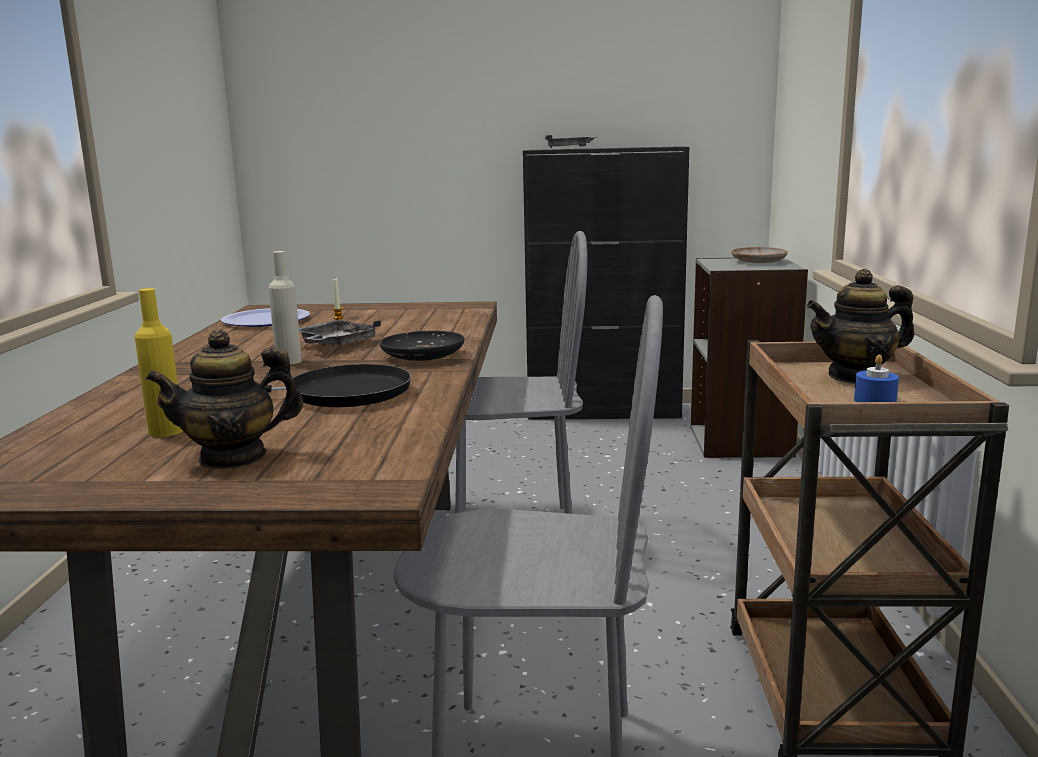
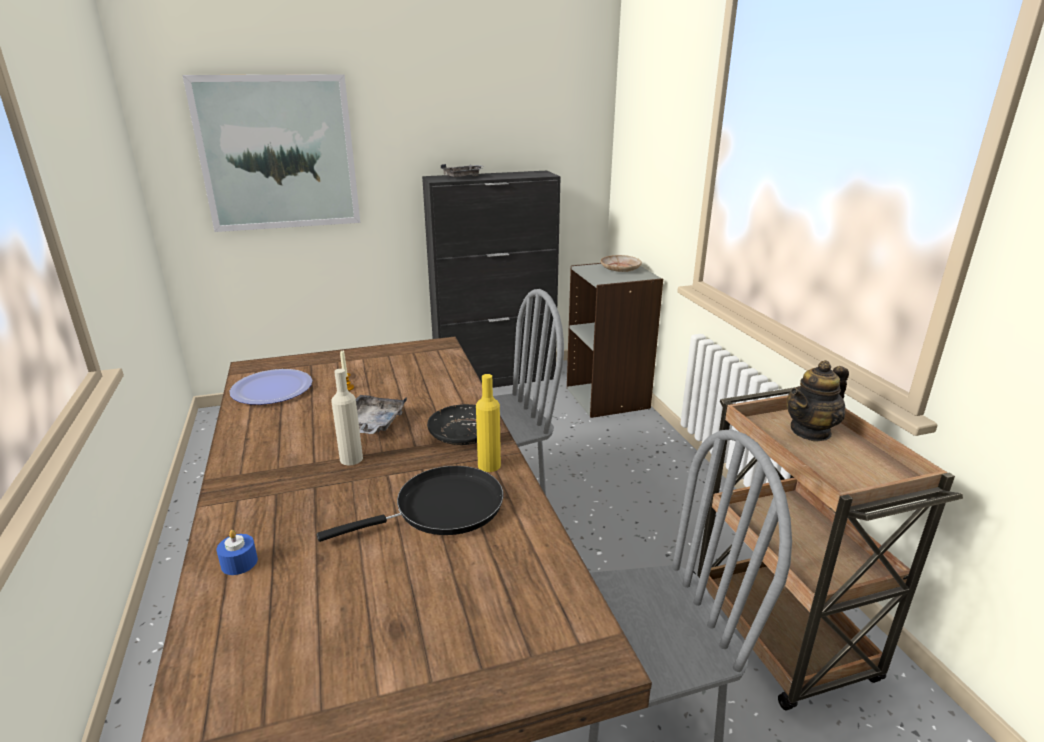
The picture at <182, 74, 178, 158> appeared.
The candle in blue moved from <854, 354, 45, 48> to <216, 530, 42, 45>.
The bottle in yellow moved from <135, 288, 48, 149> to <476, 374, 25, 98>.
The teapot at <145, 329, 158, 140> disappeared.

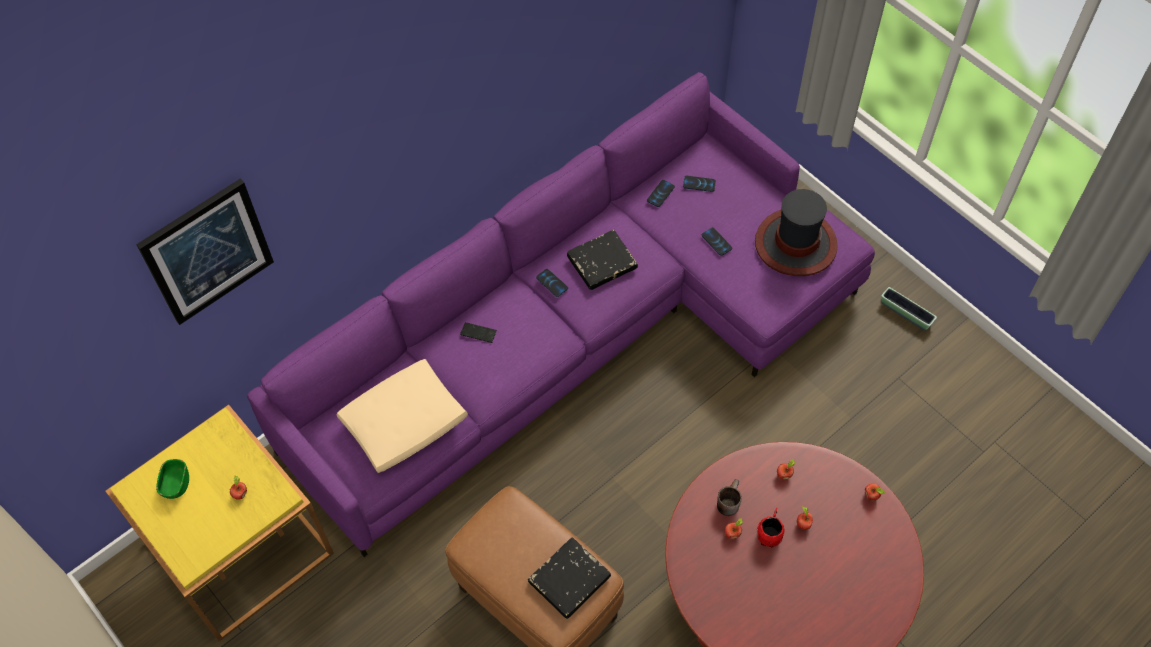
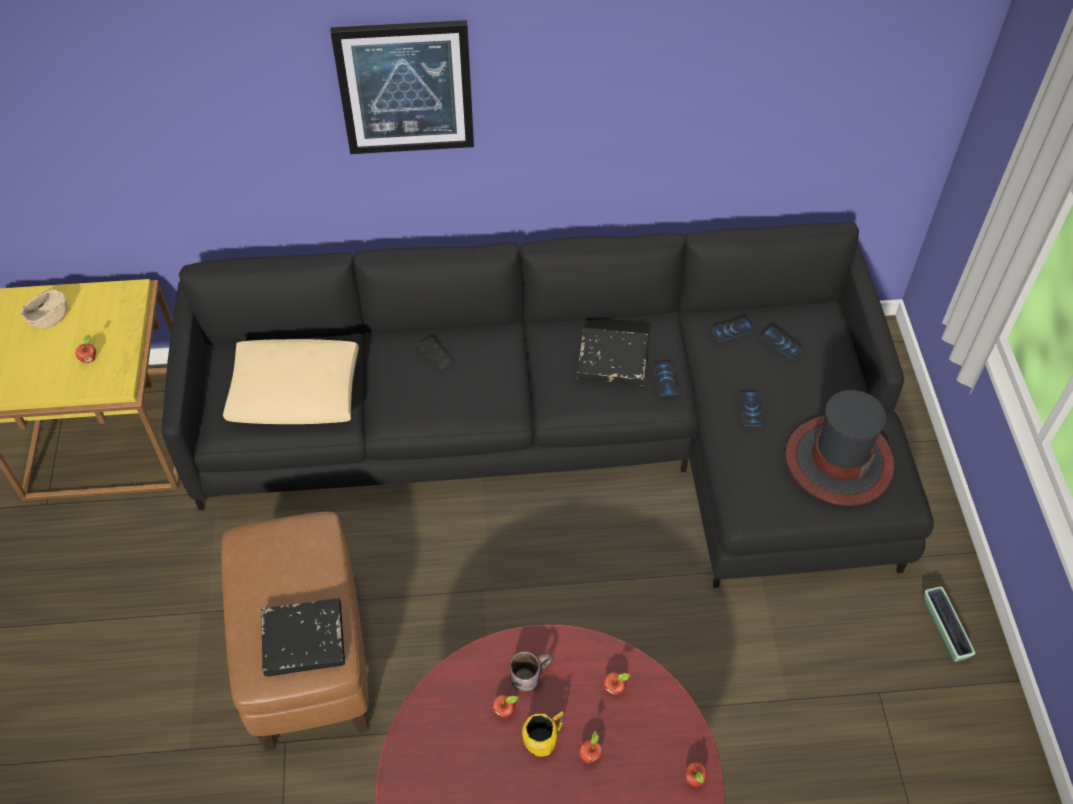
The bowl in green at <156, 459, 33, 40> became the bowl in beige at <21, 289, 46, 40>.
The sofa in purple at <247, 72, 628, 485> became the sofa in black at <162, 222, 772, 366>.
The picture moved from <136, 178, 138, 147> to <331, 20, 143, 134>.
The mug in red at <757, 508, 27, 39> became the mug in yellow at <522, 712, 42, 45>.
The phone moved from <536, 269, 32, 28> to <653, 362, 26, 34>.

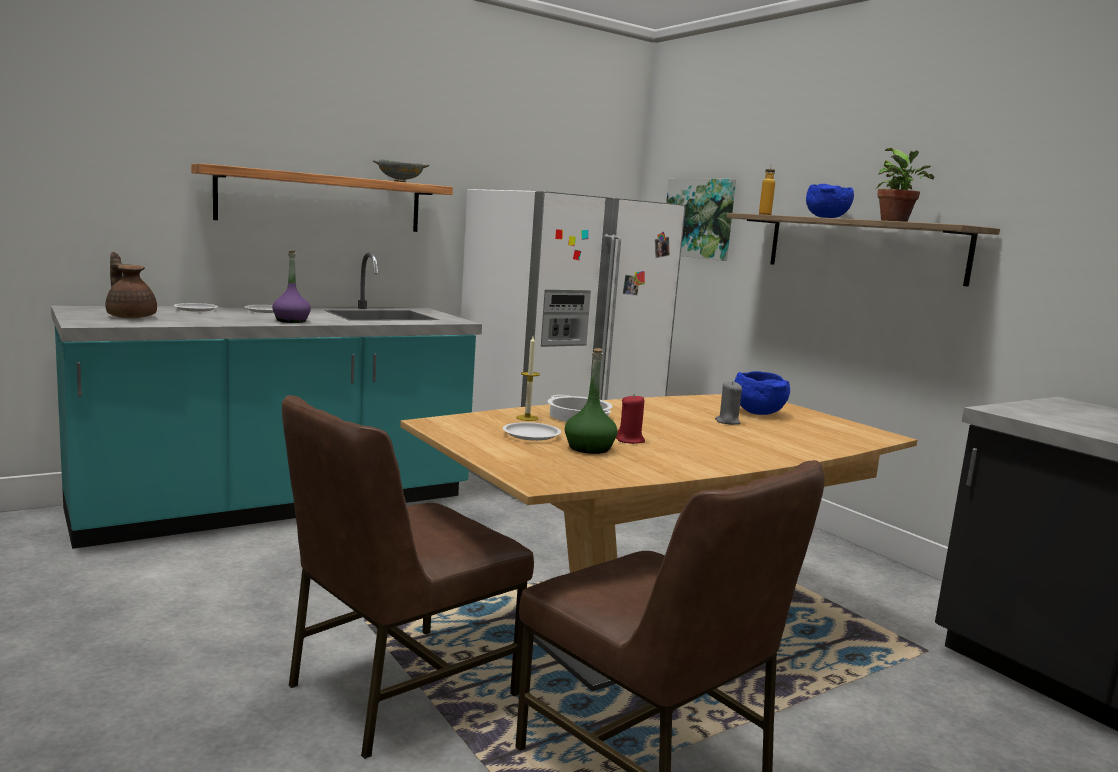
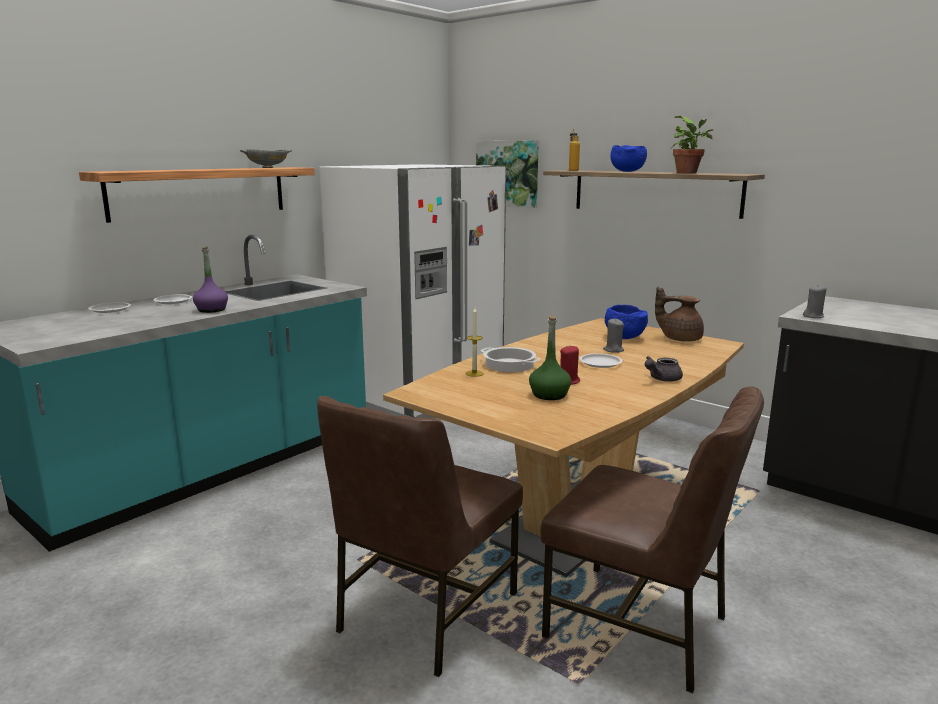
The plate in white moved from <503, 422, 58, 19> to <579, 353, 43, 15>.
The teapot in grey at <645, 356, 38, 26> appeared.
The teapot in brown moved from <105, 252, 52, 66> to <655, 286, 49, 56>.
The candle in grey at <803, 284, 24, 34> appeared.

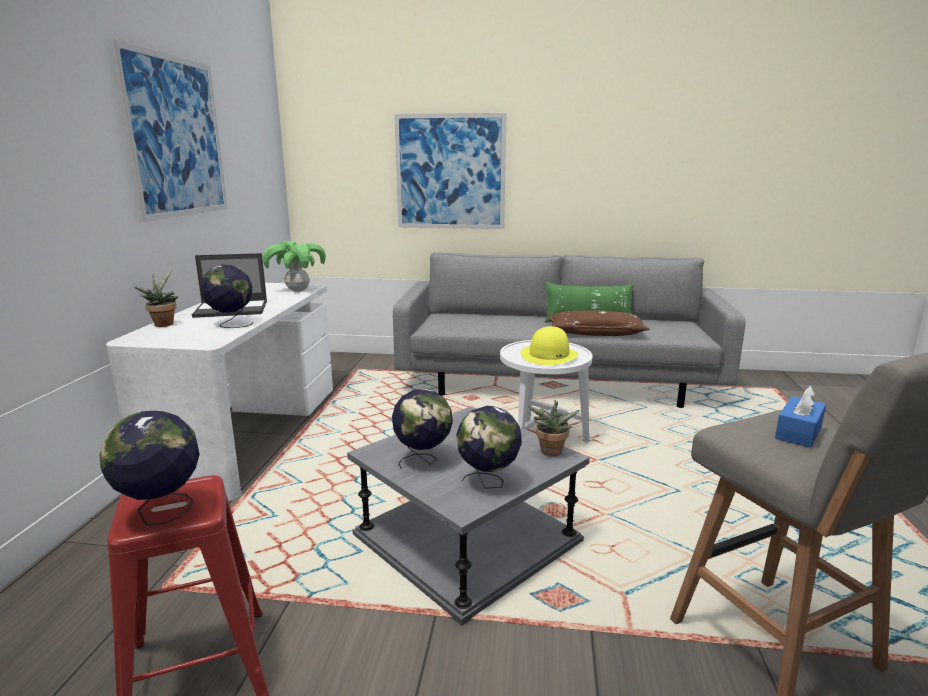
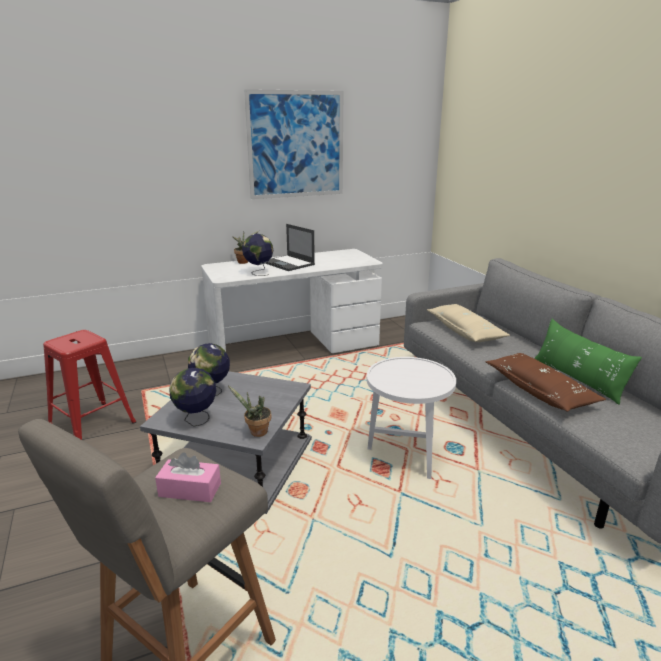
The tissue box in blue at <775, 386, 51, 62> became the tissue box in pink at <155, 452, 66, 50>.
The pillow in beige at <427, 304, 83, 38> appeared.
The globe at <99, 411, 101, 115> disappeared.
The potted plant at <263, 240, 63, 52> disappeared.
The picture at <394, 113, 113, 116> disappeared.
The hat in yellow at <520, 326, 58, 39> disappeared.

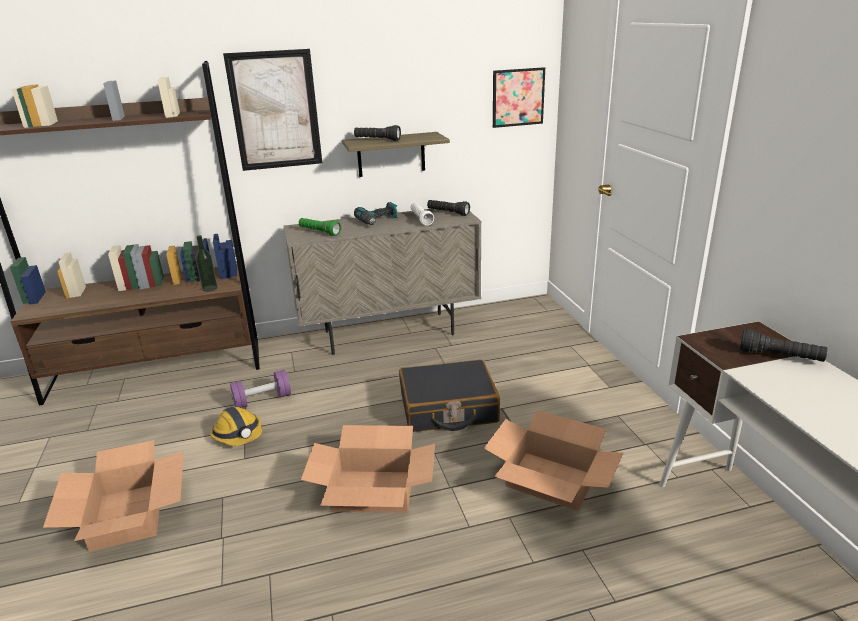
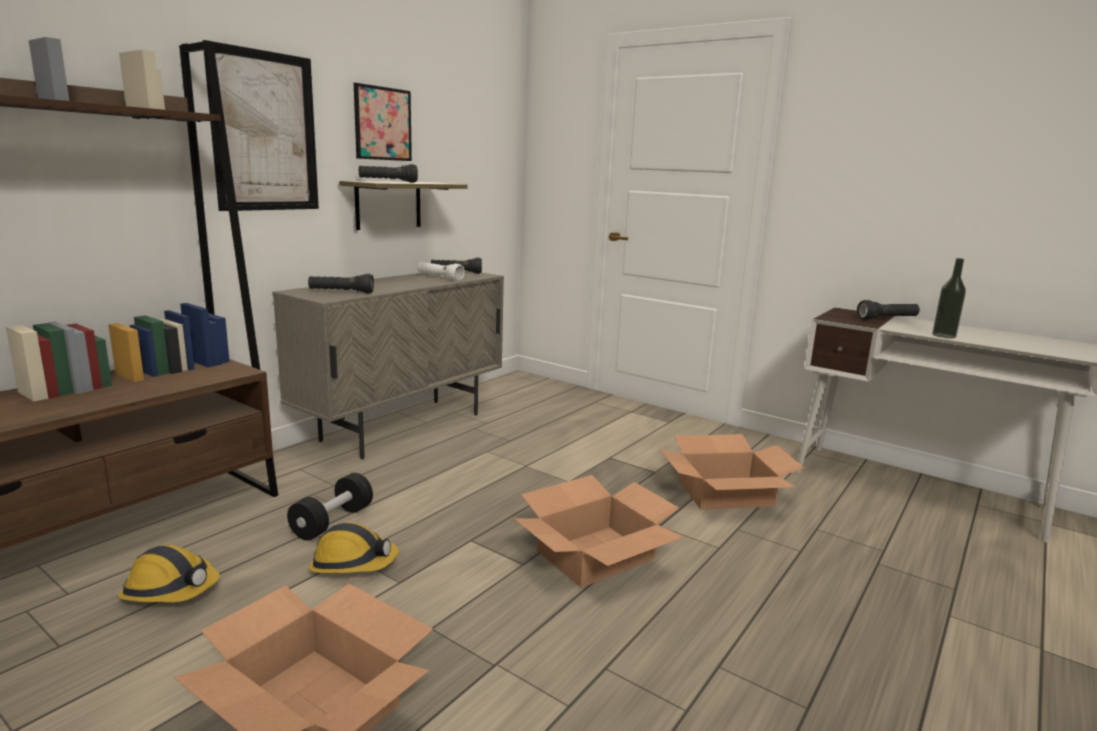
The hard hat at <118, 545, 102, 57> appeared.
The dumbbell in purple at <230, 370, 61, 38> became the dumbbell in black at <287, 473, 86, 68>.
The flashlight in green at <299, 218, 42, 18> became the flashlight in black at <308, 274, 66, 19>.
The picture moved from <493, 67, 52, 61> to <354, 83, 58, 78>.
The bottle moved from <195, 235, 23, 57> to <932, 258, 34, 80>.
The power drill at <354, 202, 44, 23> disappeared.
The suitcase in black at <399, 360, 101, 72> disappeared.

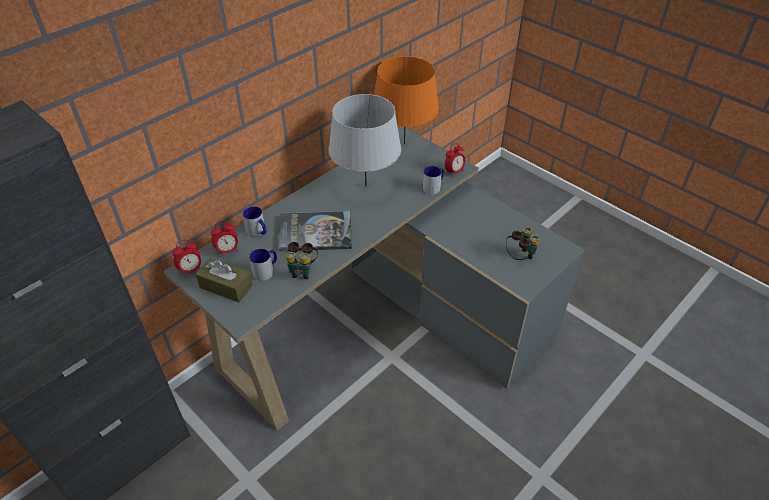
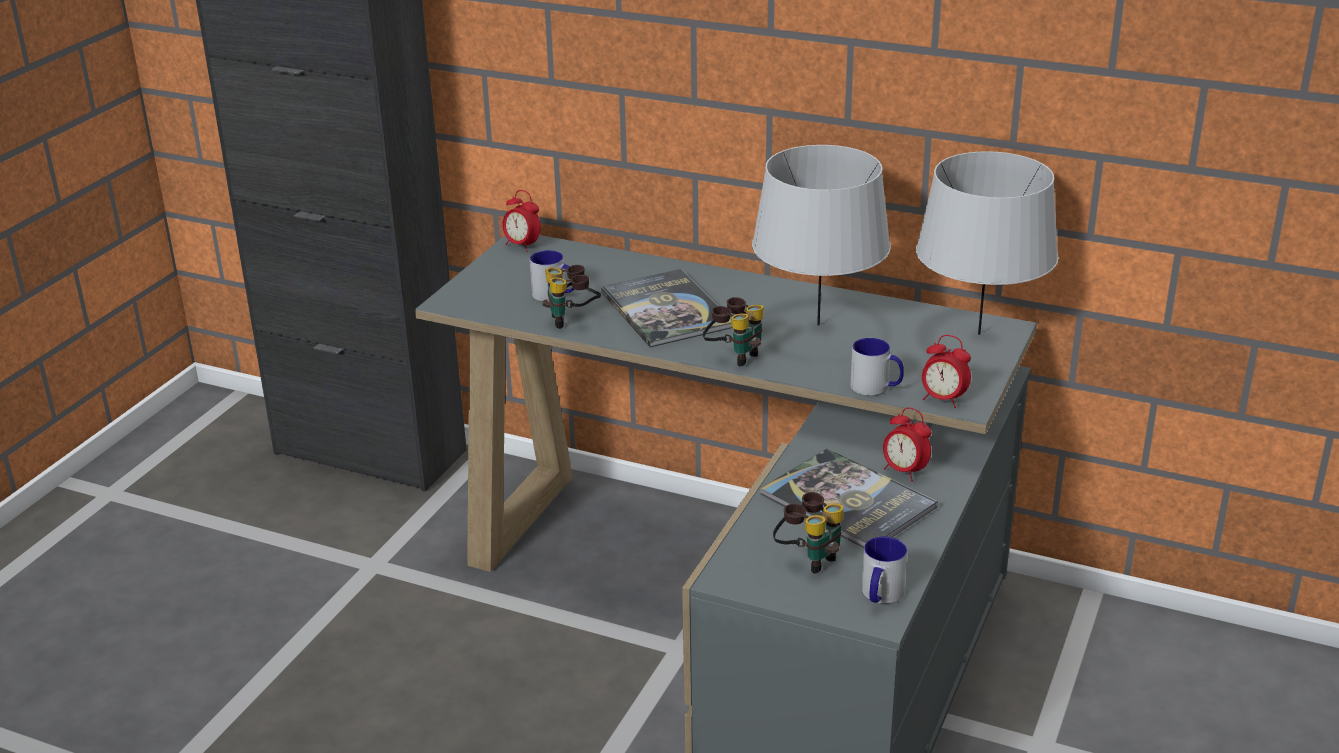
The binoculars at <703, 297, 60, 70> appeared.
The book at <760, 448, 178, 100> appeared.
The mug moved from <242, 206, 25, 31> to <862, 536, 45, 68>.
The alarm clock moved from <211, 221, 27, 36> to <883, 407, 48, 75>.
The table lamp in orange at <374, 56, 65, 88> became the table lamp in grey at <916, 151, 142, 184>.
The tissue box in brown at <196, 258, 57, 44> disappeared.

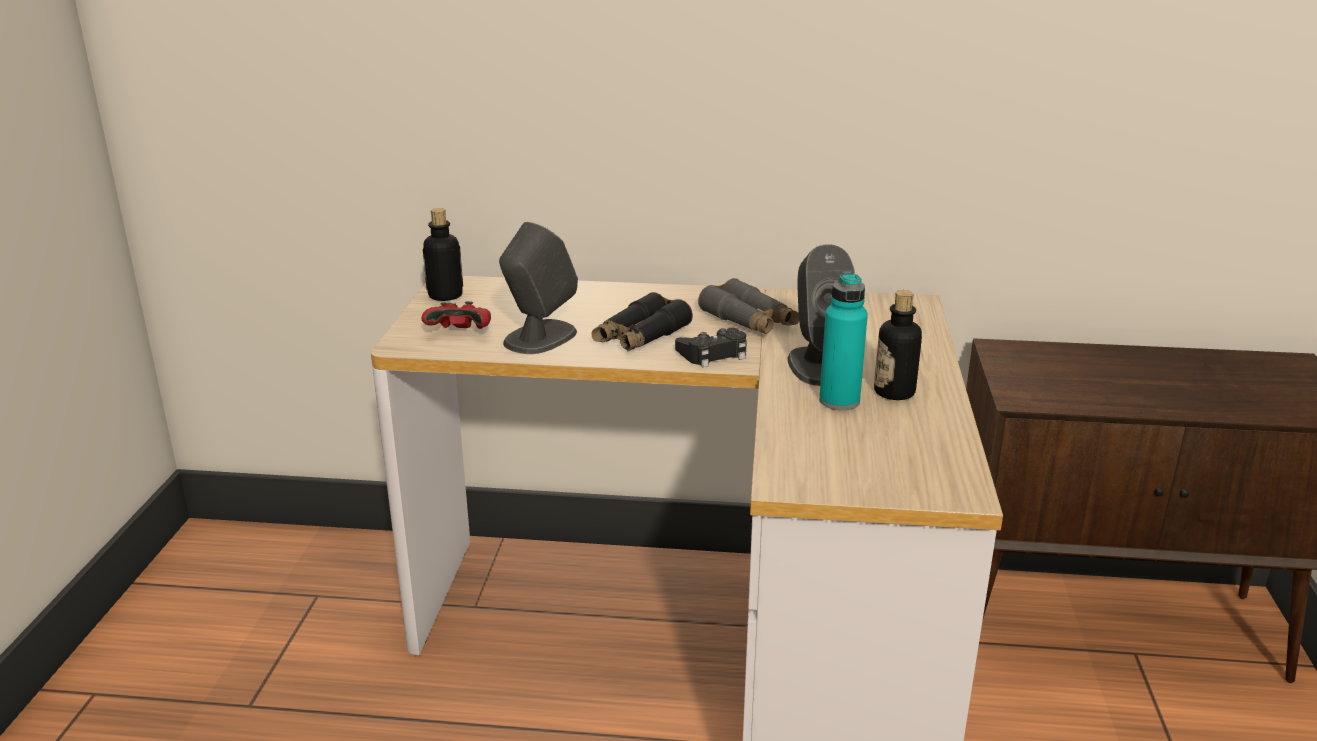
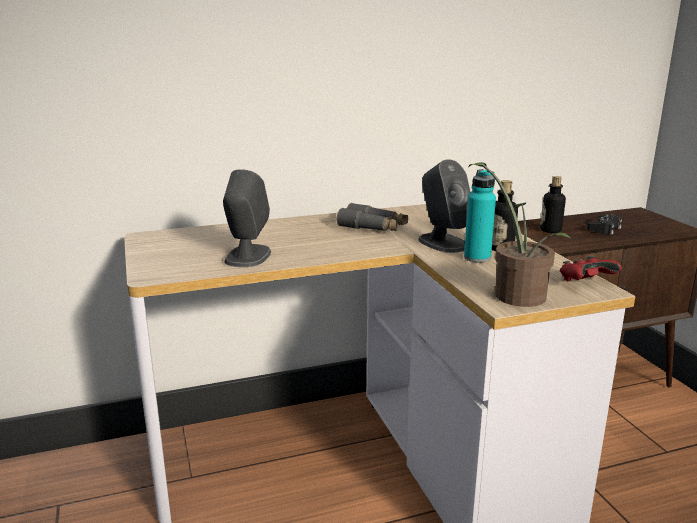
The potted plant at <468, 162, 105, 145> appeared.
The bottle moved from <423, 208, 40, 93> to <540, 176, 26, 57>.
The game controller in red moved from <421, 301, 70, 28> to <560, 256, 62, 26>.
The game controller in black moved from <675, 328, 72, 39> to <587, 214, 35, 21>.
The binoculars in black at <592, 292, 101, 59> disappeared.

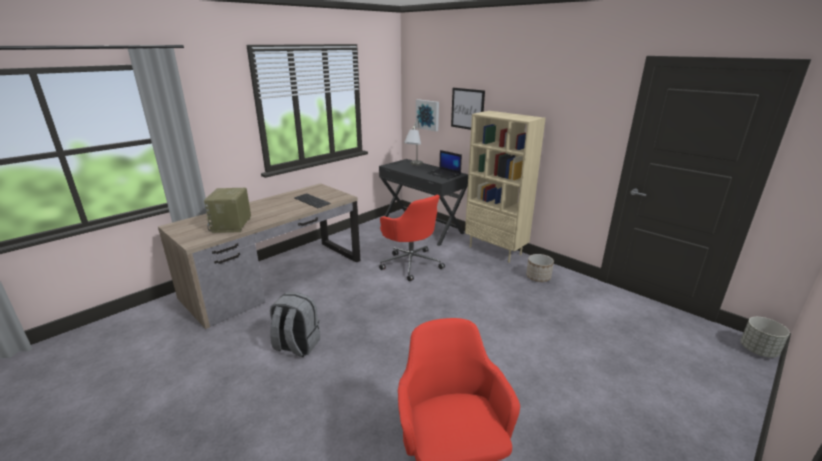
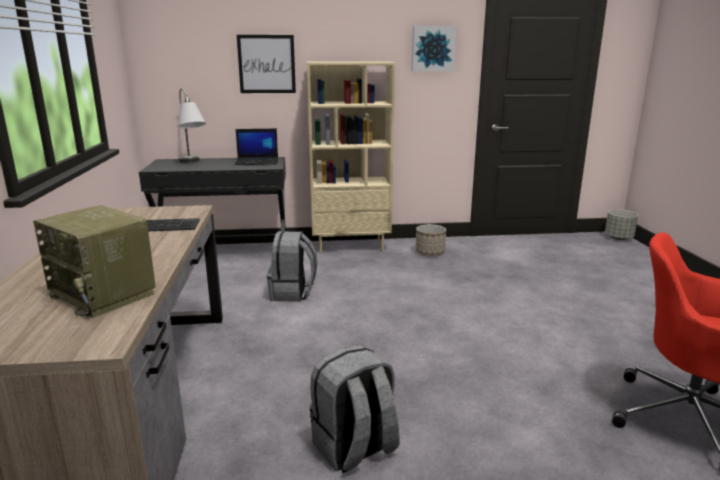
The office chair in red at <379, 195, 66, 86> was replaced by the backpack in grey at <267, 231, 51, 71>.
The picture moved from <416, 99, 23, 32> to <412, 26, 45, 45>.

